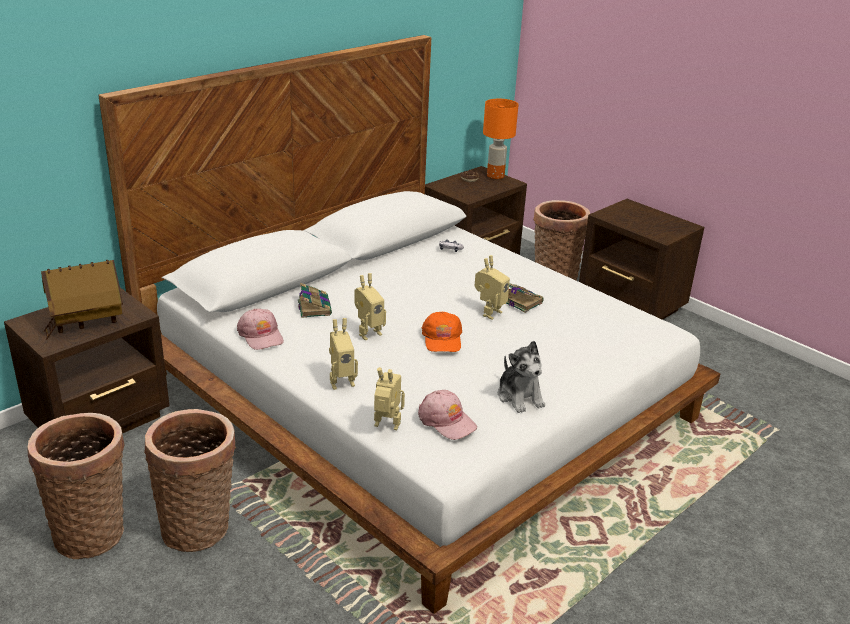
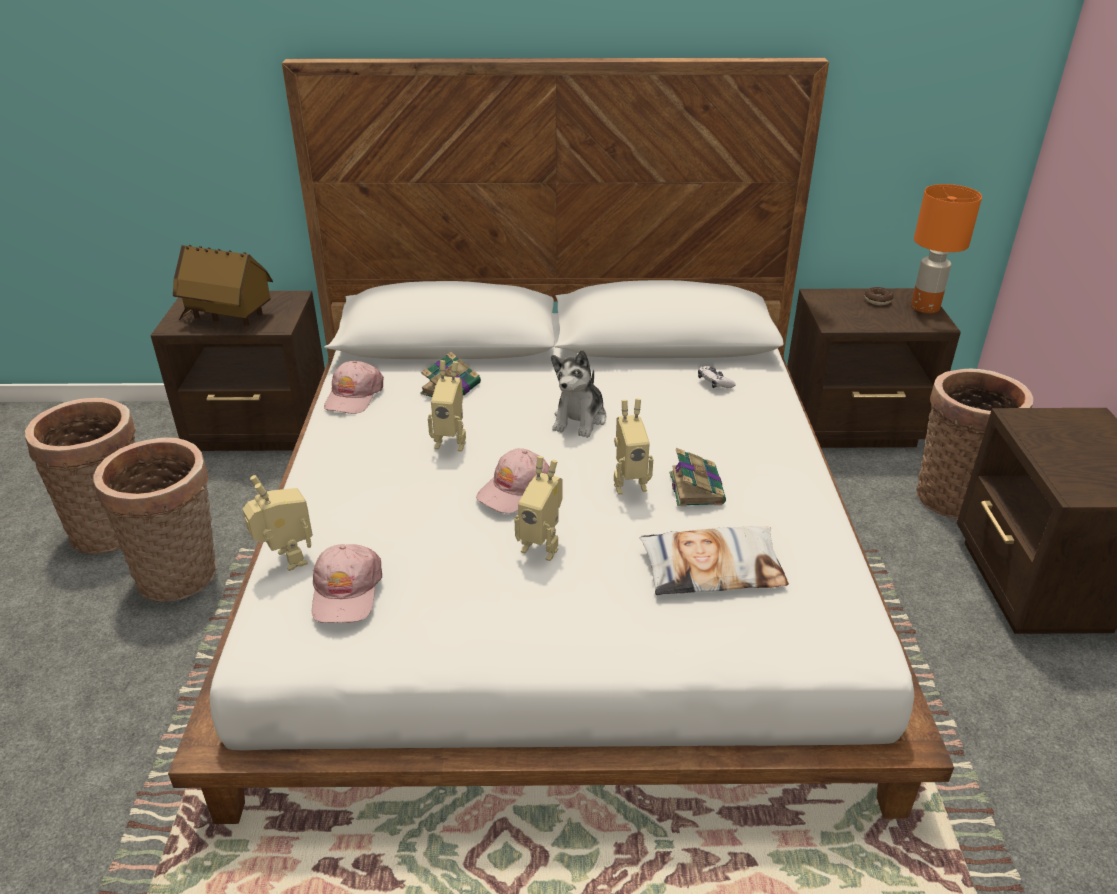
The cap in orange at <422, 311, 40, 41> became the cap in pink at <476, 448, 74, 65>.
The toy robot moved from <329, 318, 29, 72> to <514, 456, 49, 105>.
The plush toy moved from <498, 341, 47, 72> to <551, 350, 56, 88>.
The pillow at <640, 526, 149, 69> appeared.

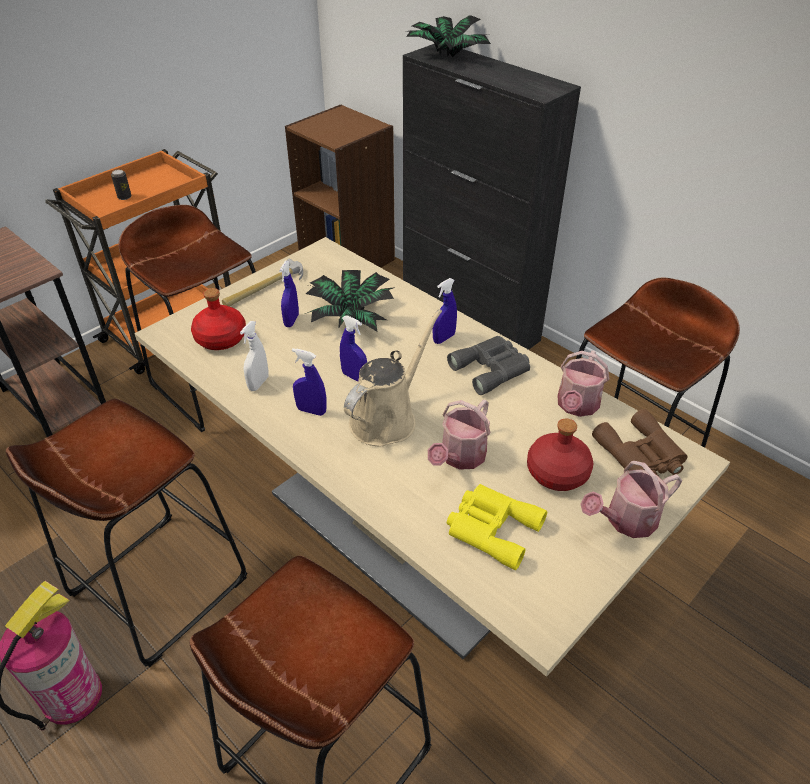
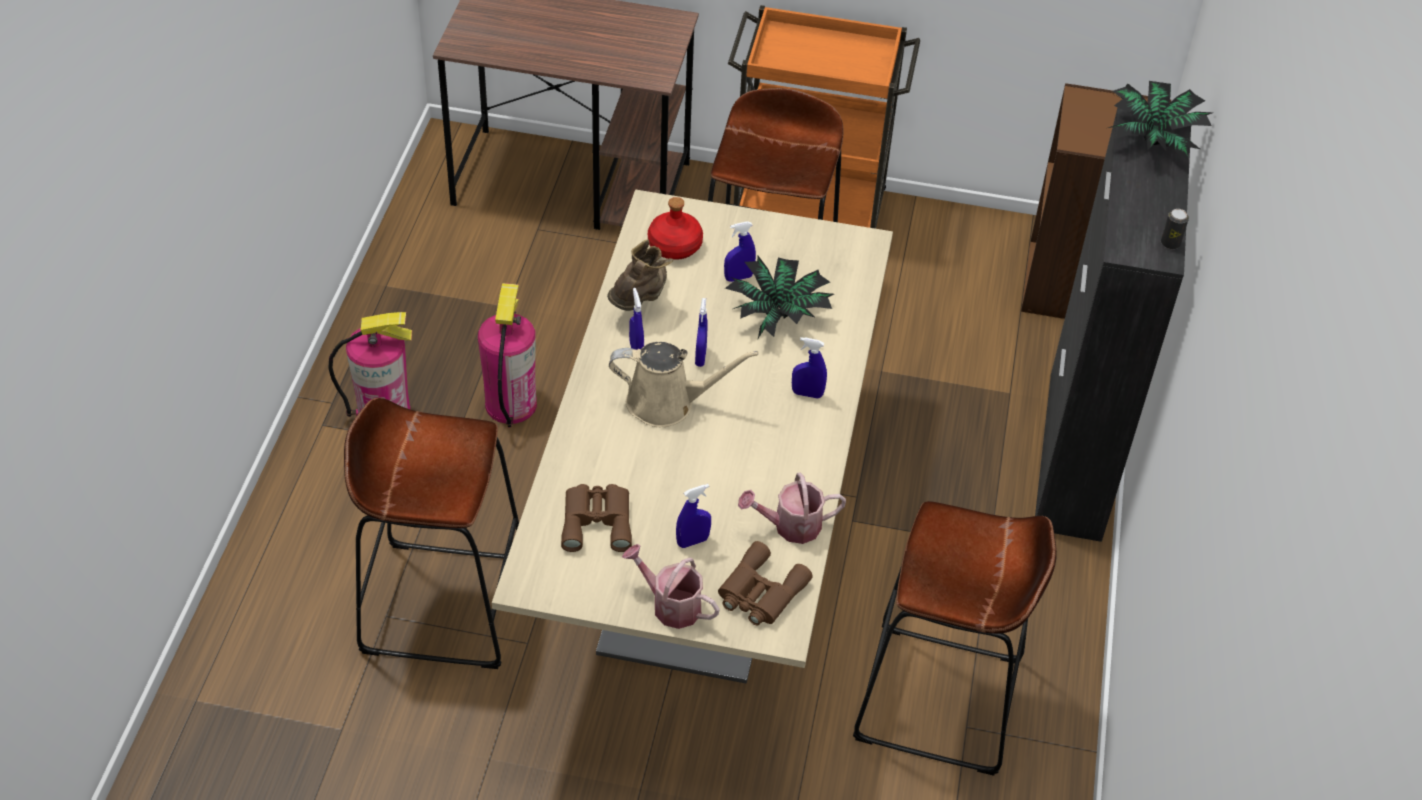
The stool in brown at <6, 399, 241, 268> was replaced by the fire extinguisher at <478, 283, 59, 144>.
The binoculars in yellow at <447, 484, 100, 86> became the binoculars in brown at <561, 484, 71, 68>.
The spray bottle in white at <240, 321, 28, 70> was replaced by the boot in brown at <607, 240, 66, 71>.
The bottle in red at <527, 419, 66, 72> was replaced by the spray bottle in blue at <676, 484, 35, 64>.
The can moved from <111, 169, 20, 31> to <1161, 209, 28, 40>.
The hammer at <222, 259, 81, 48> disappeared.
The watering can at <428, 399, 63, 71> disappeared.
The binoculars in grey at <447, 336, 83, 59> disappeared.

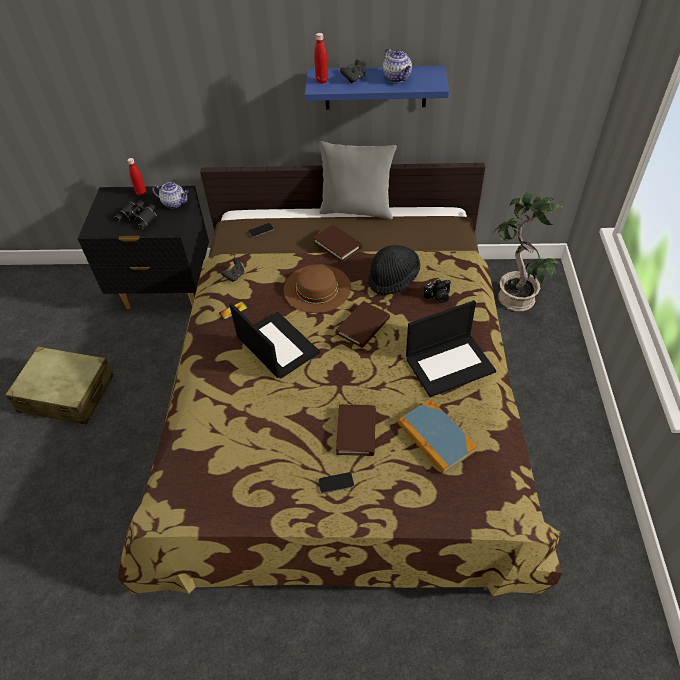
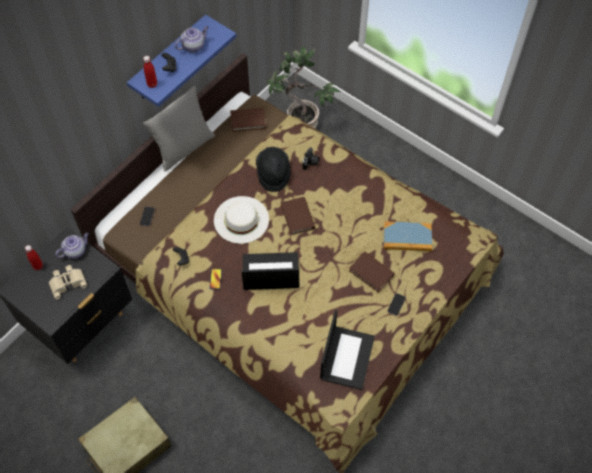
The binoculars in black at <114, 200, 43, 29> became the binoculars in beige at <49, 265, 39, 35>.
The teapot at <383, 48, 29, 35> turned 45 degrees counterclockwise.
The hat in brown at <284, 265, 67, 48> became the hat in white at <214, 196, 55, 48>.
The book in brown moved from <313, 225, 50, 37> to <230, 108, 36, 24>.
The laptop moved from <406, 300, 90, 97> to <320, 310, 55, 80>.

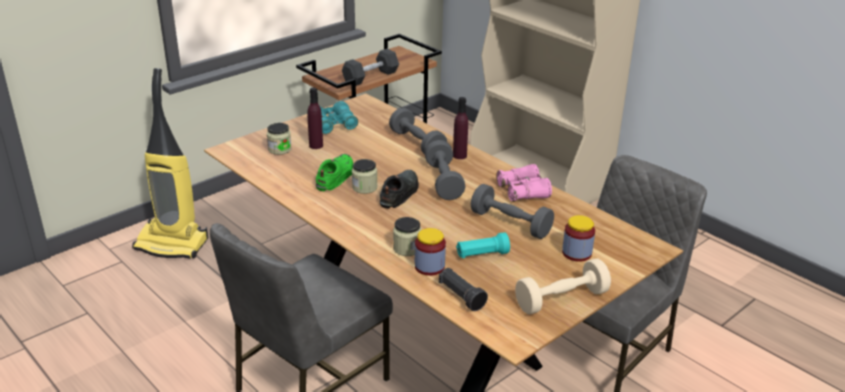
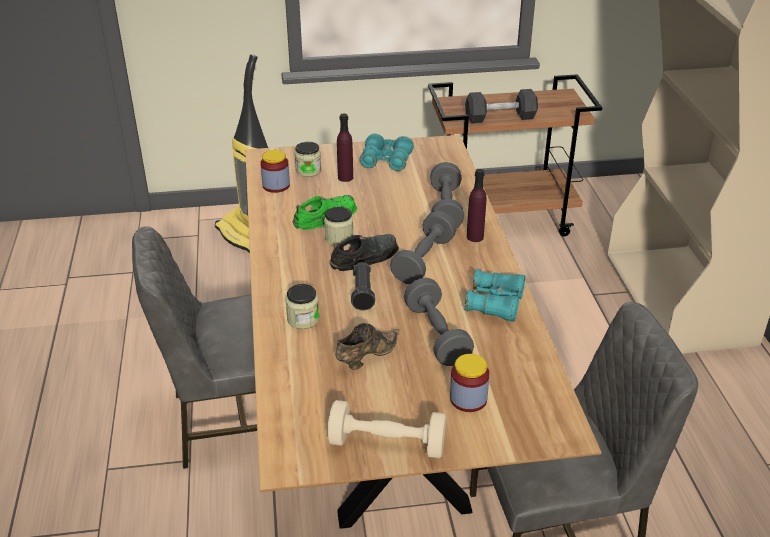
The jar moved from <415, 228, 31, 48> to <260, 150, 30, 43>.
The flashlight in turquoise at <456, 232, 54, 26> was replaced by the shoe in brown at <336, 323, 64, 47>.
The flashlight in black moved from <439, 268, 49, 43> to <351, 262, 24, 48>.
The binoculars in pink at <496, 164, 56, 38> became the binoculars in turquoise at <465, 269, 60, 53>.

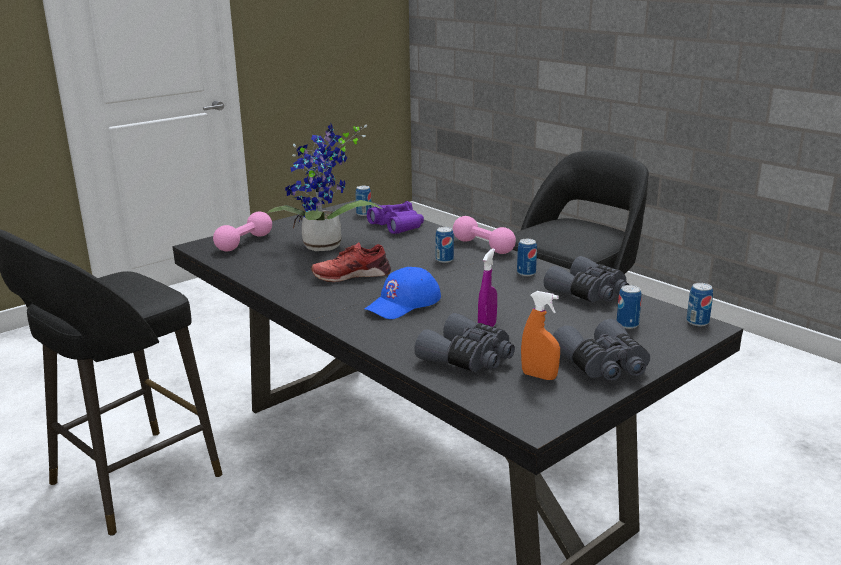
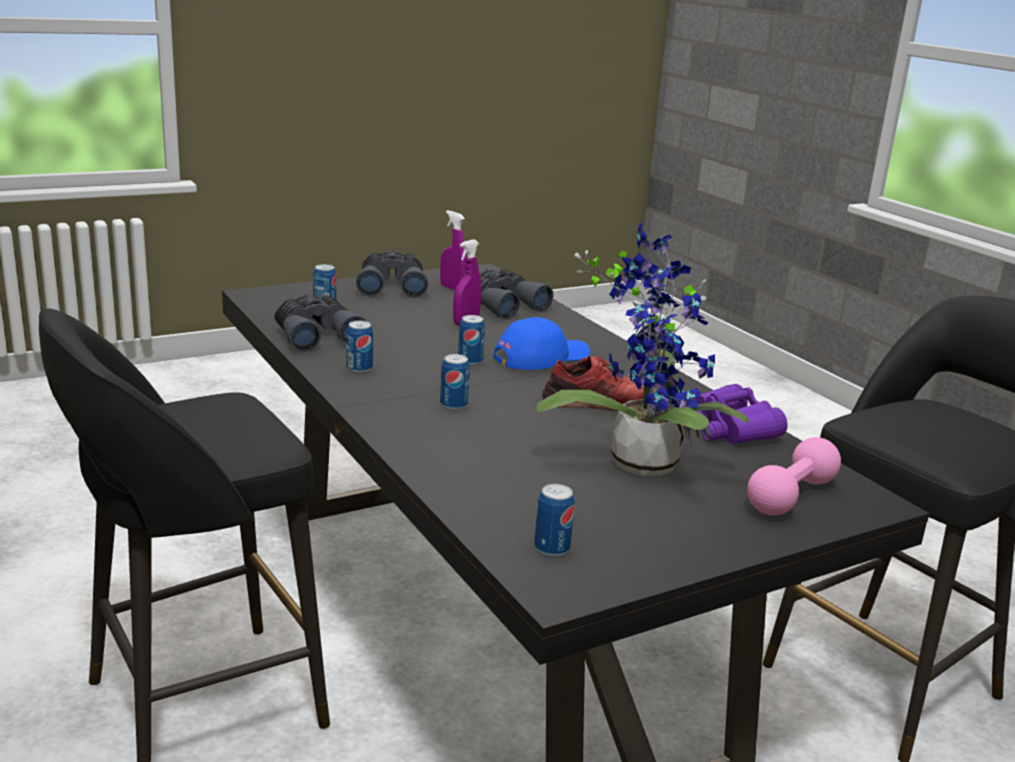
The spray bottle in orange at <521, 291, 39, 89> became the spray bottle in purple at <440, 210, 27, 80>.
The can moved from <686, 283, 27, 43> to <458, 315, 27, 50>.
The binoculars in purple moved from <367, 201, 57, 33> to <688, 384, 100, 60>.
The dumbbell in pink at <453, 216, 63, 38> disappeared.

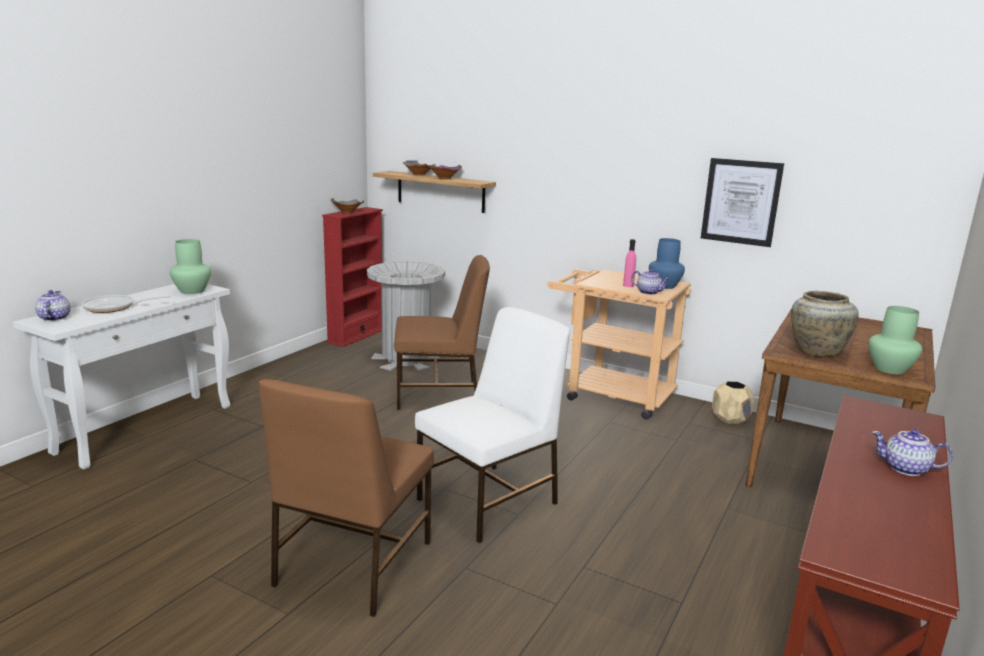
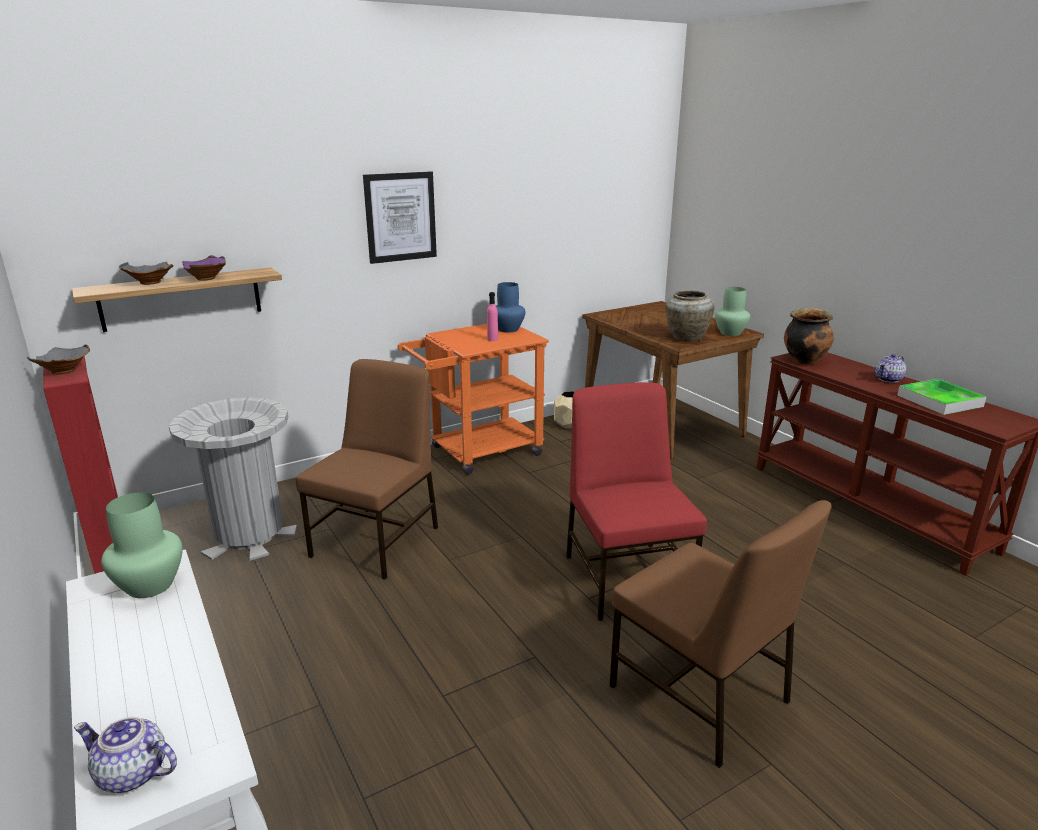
The picture moved from <701, 158, 83, 89> to <363, 171, 74, 93>.
The cart in beige at <547, 269, 144, 151> became the cart in orange at <398, 324, 151, 151>.
The chair in white at <415, 307, 155, 236> became the chair in red at <566, 382, 141, 239>.
The cooking pot at <784, 308, 50, 57> appeared.
The tray at <897, 379, 90, 36> appeared.
The frying pan at <82, 295, 88, 18> disappeared.
The teapot at <631, 269, 39, 26> disappeared.

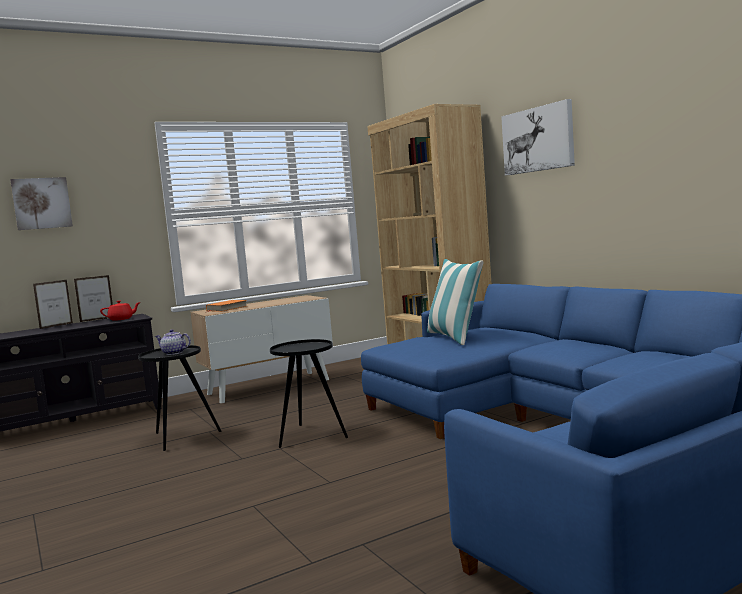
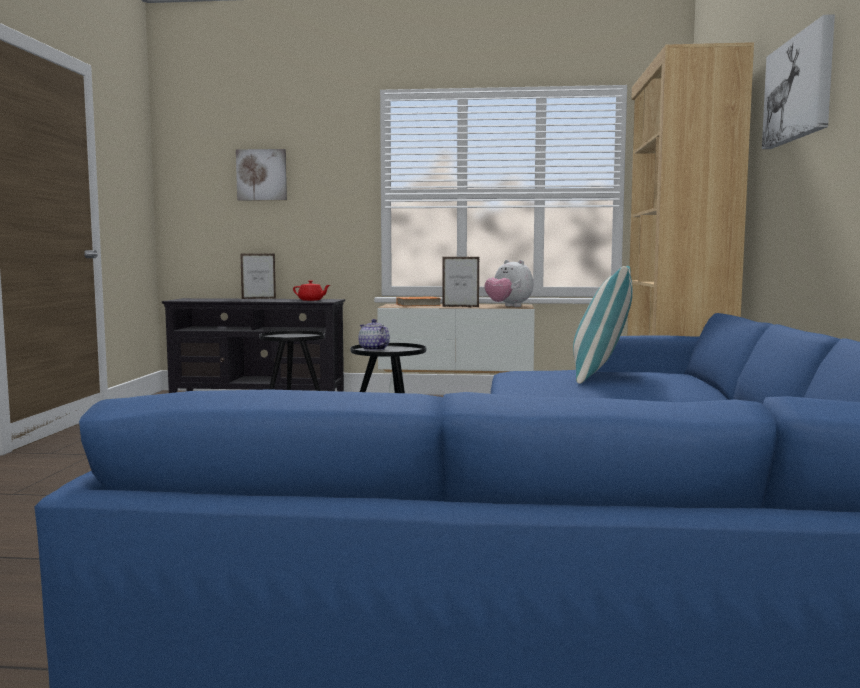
The teapot moved from <155, 329, 36, 26> to <358, 319, 32, 32>.
The picture frame moved from <74, 275, 39, 47> to <442, 257, 37, 50>.
The plush toy at <485, 260, 48, 47> appeared.

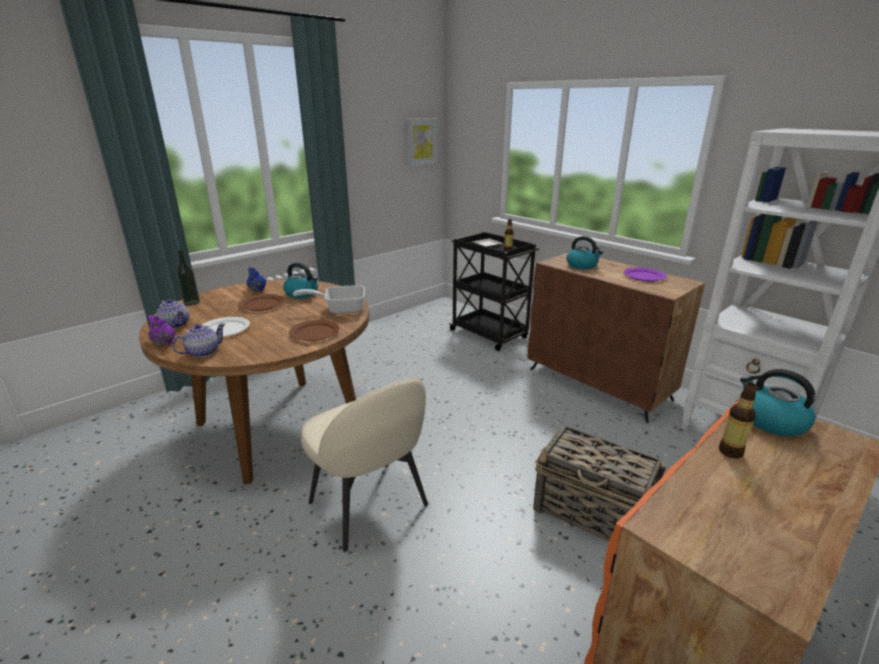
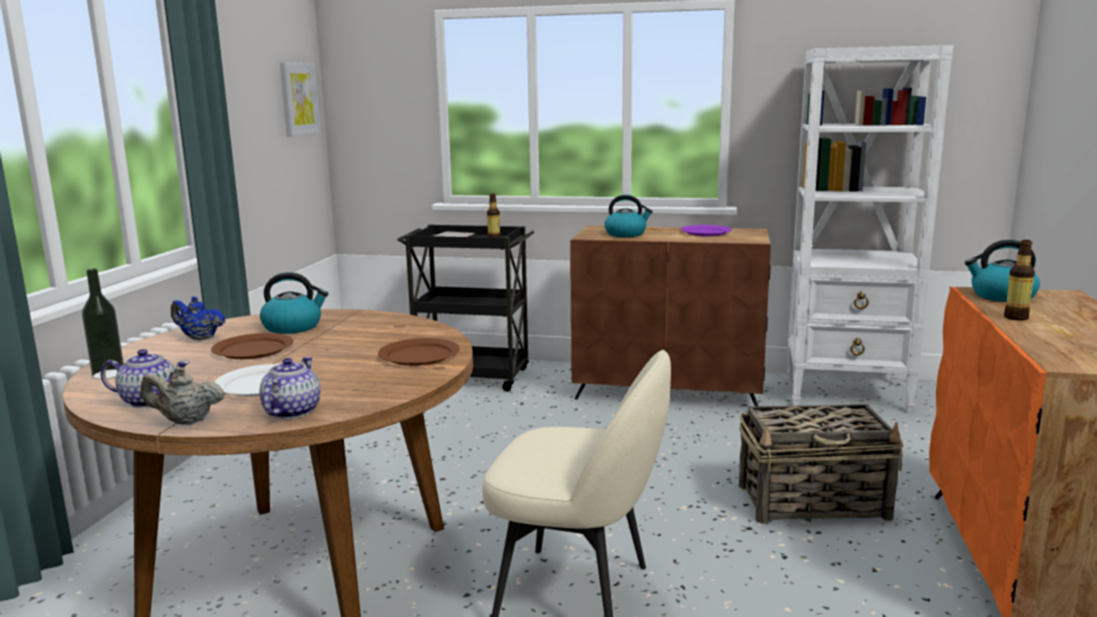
The teapot in purple at <147, 315, 28, 31> became the teapot in beige at <141, 367, 84, 58>.
The frying pan at <293, 285, 72, 29> disappeared.

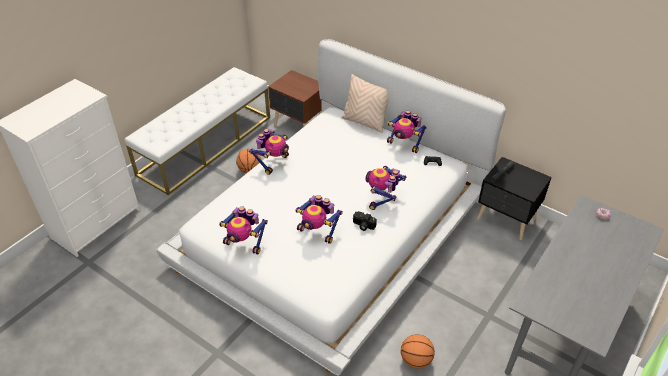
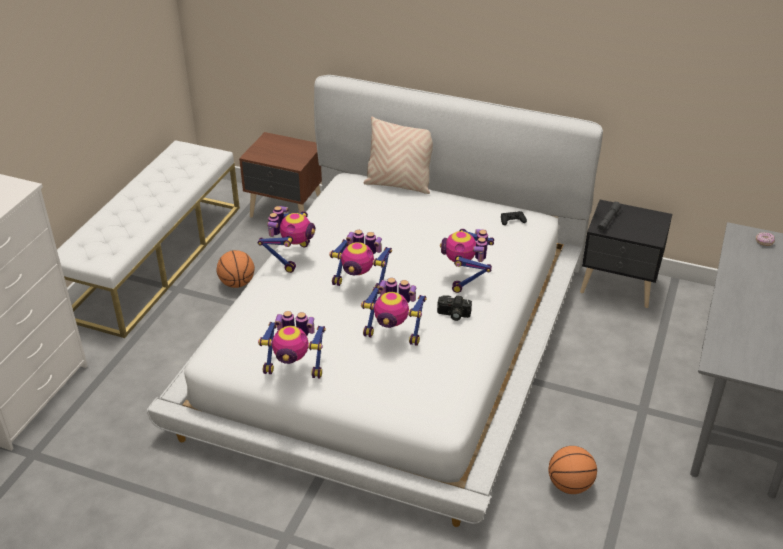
The toy robot moved from <387, 111, 39, 42> to <329, 230, 63, 58>.

